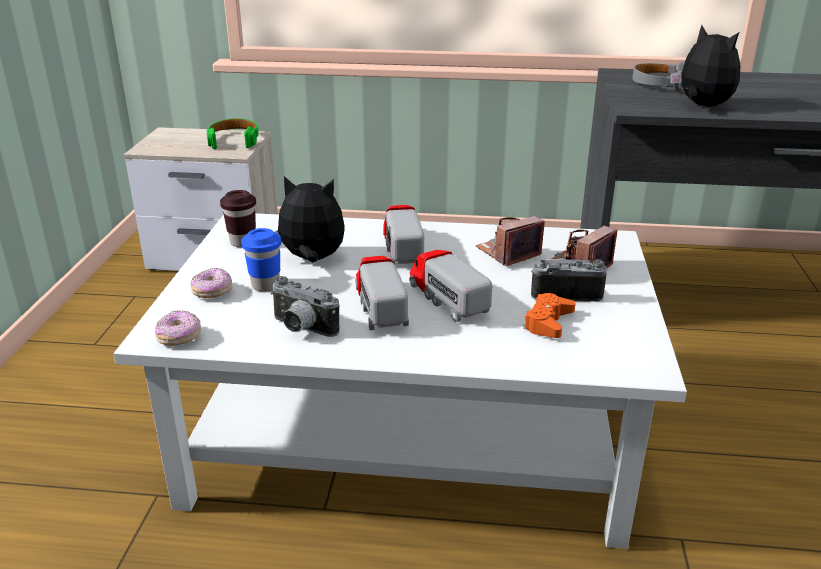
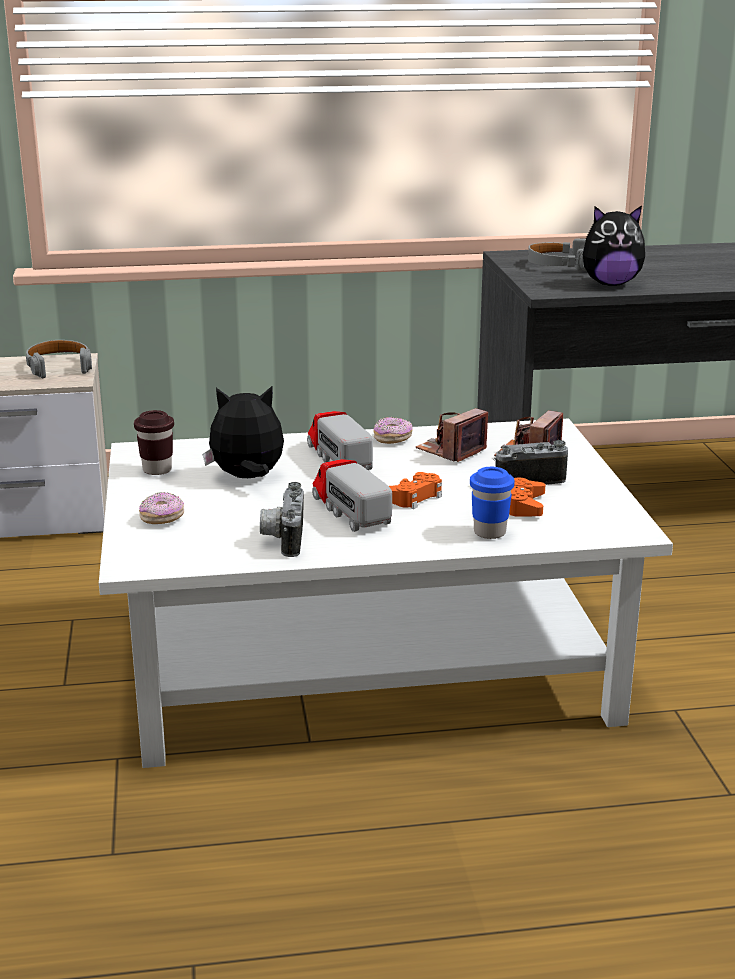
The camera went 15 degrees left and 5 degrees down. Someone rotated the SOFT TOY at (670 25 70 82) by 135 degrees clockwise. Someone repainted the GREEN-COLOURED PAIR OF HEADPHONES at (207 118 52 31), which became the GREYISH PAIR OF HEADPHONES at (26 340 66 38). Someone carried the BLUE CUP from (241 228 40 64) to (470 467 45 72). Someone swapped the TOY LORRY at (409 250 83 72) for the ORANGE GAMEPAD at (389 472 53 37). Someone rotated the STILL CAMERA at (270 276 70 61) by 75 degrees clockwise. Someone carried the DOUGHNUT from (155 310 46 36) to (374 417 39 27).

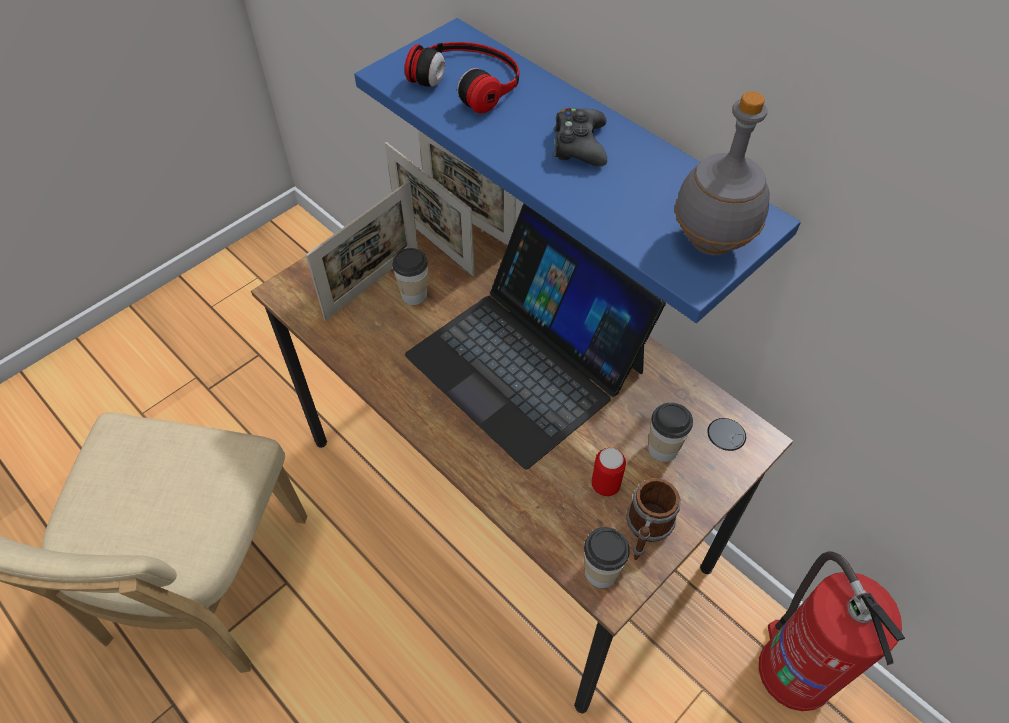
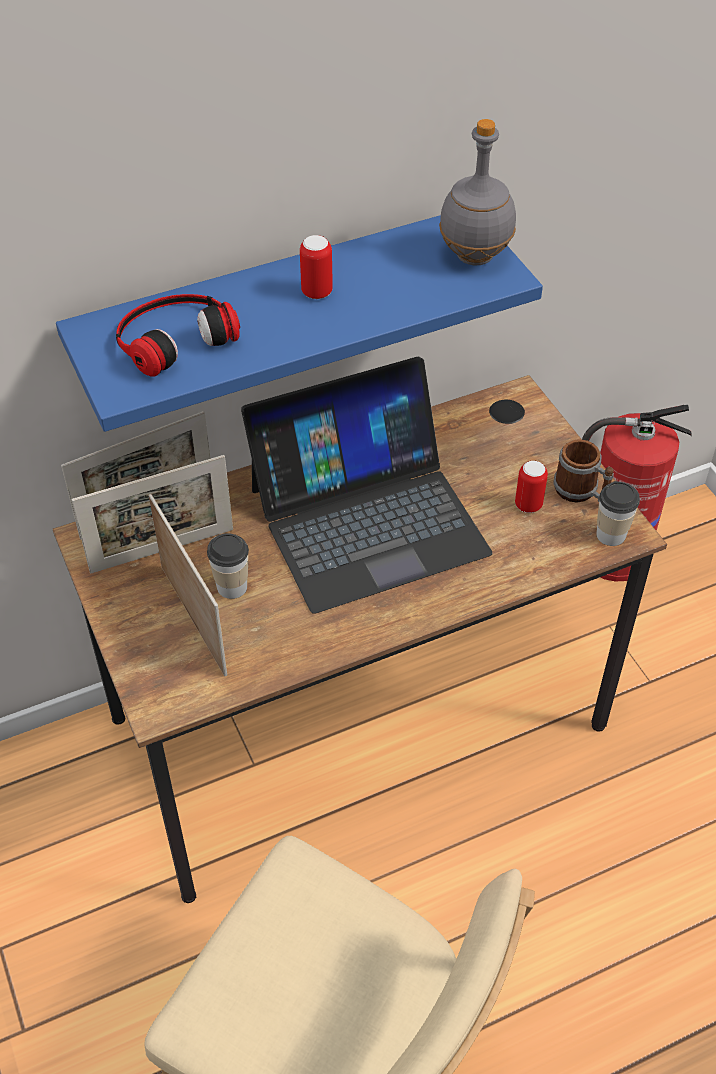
The camera went 70 degrees left and 5 degrees down. Someone swapped the BLACK-COLOURED GAMEPAD at (553 108 54 58) for the METAL CAN at (300 235 33 64). Someone took away the CUP at (648 403 45 59).

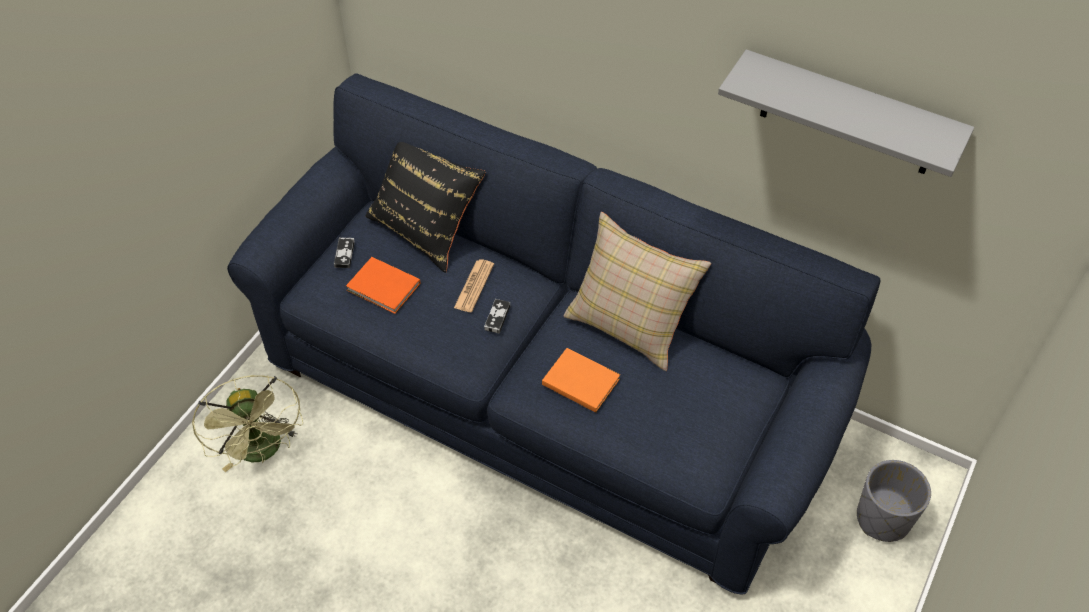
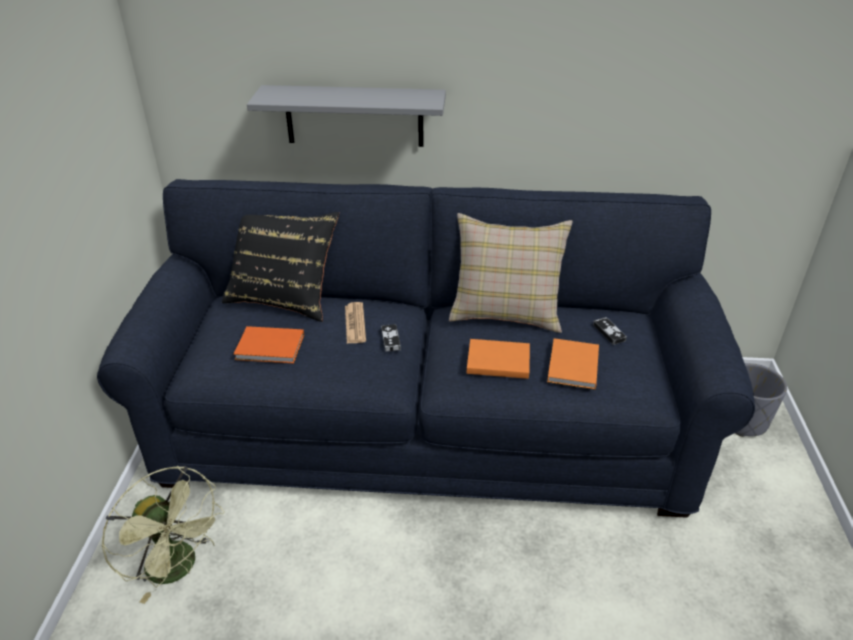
The camera went 25 degrees left and 15 degrees down. Someone carried the GREYISH SHELF from (718 49 256 128) to (247 85 199 62). Someone carried the GAMEPAD from (334 237 21 31) to (593 317 34 28). Someone put down the ORANGE BOUND BOOK at (547 338 52 52).

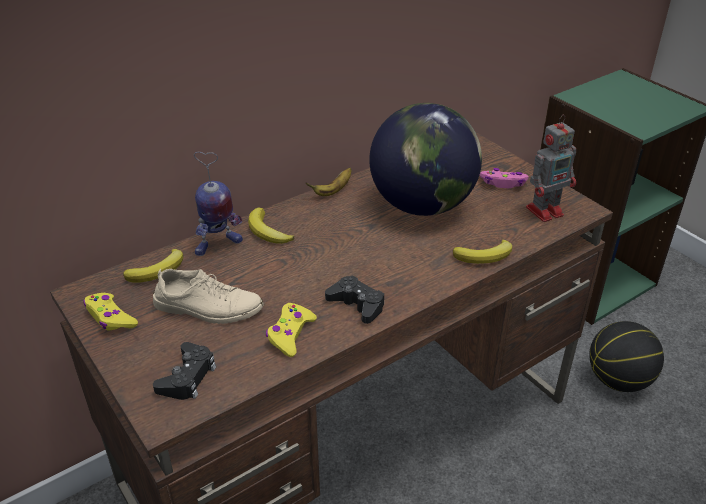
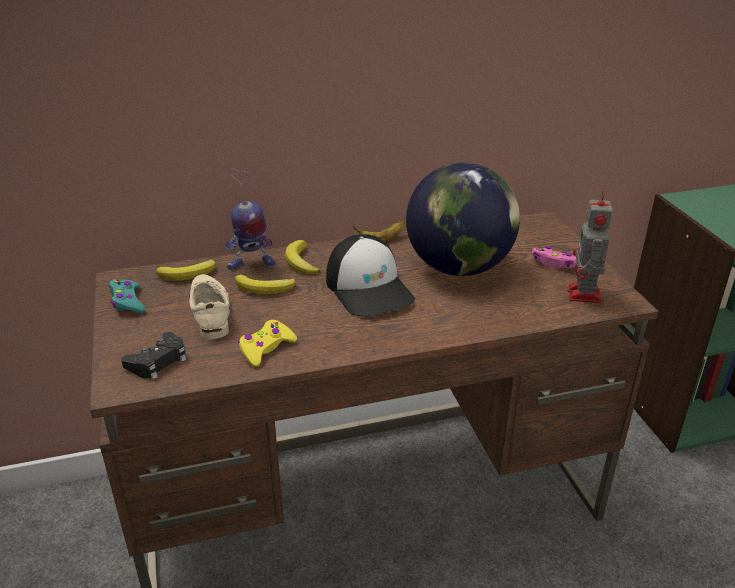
The camera went 20 degrees right and 5 degrees down. Someone rotated the MODEL ROBOT at (526 115 50 107) by 105 degrees clockwise. Someone carried the BANANA from (453 240 59 24) to (235 274 60 20). Someone rotated the BEIGE ITEM OF FOOTWEAR at (153 268 110 56) by 135 degrees counterclockwise. Someone took away the BLACK-COLOURED GAMEPAD at (325 275 59 49). Someone repainted the YELLOW-COLOURED GAMEPAD at (83 293 55 37), which became the TURQUOISE GAMEPAD at (109 279 37 35). Someone took away the BASKETBALL BALL at (589 321 75 71). Someone put down the PEAKED CAP at (326 234 89 82).

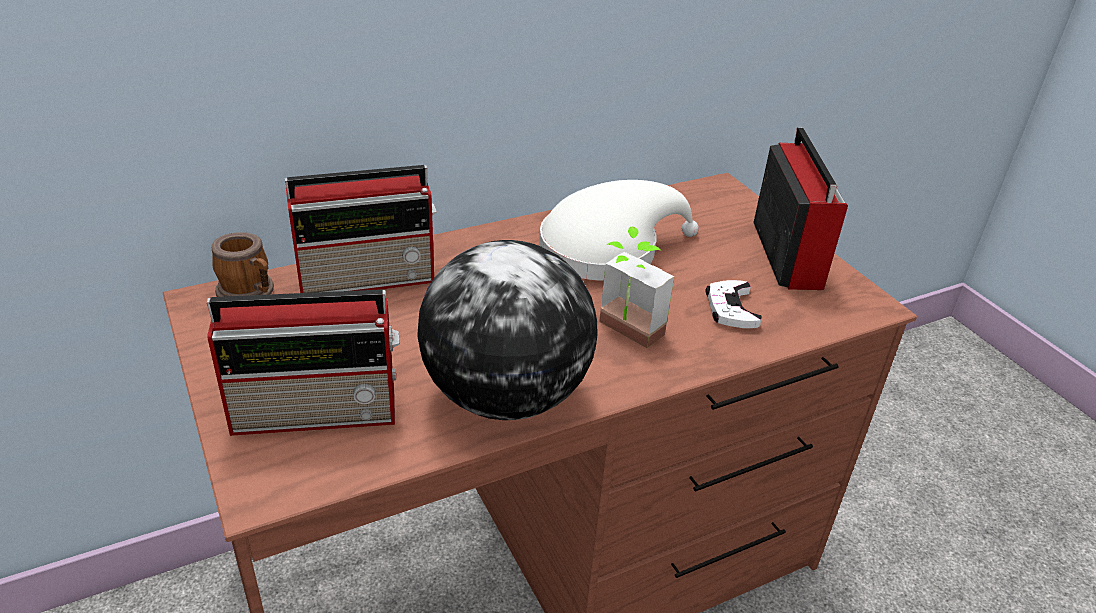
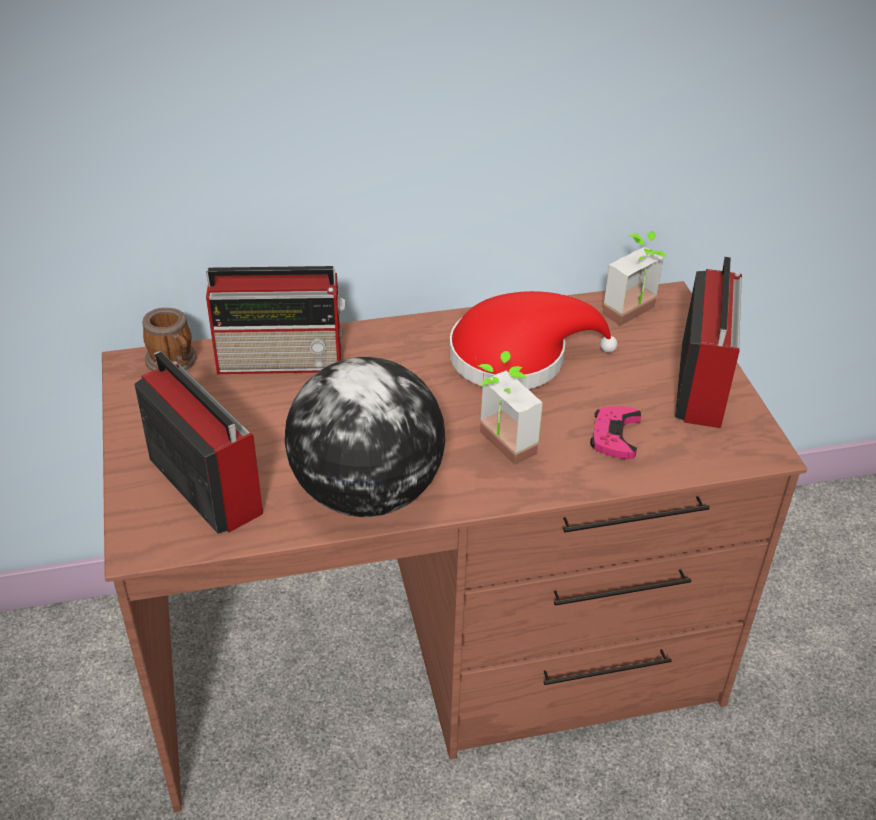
The camera went 15 degrees right and 5 degrees up. Someone repainted the WHITE CLOTHING HAT at (539 180 160 101), which became the REDDISH CLOTHING HAT at (449 291 169 98). Someone repainted the WHITE GAMEPAD at (706 280 56 48), which became the PINK GAMEPAD at (590 406 51 53). Someone rotated the RADIO at (207 289 192 147) by 135 degrees counterclockwise. Someone put down the HOUSEPLANT at (602 231 64 95).

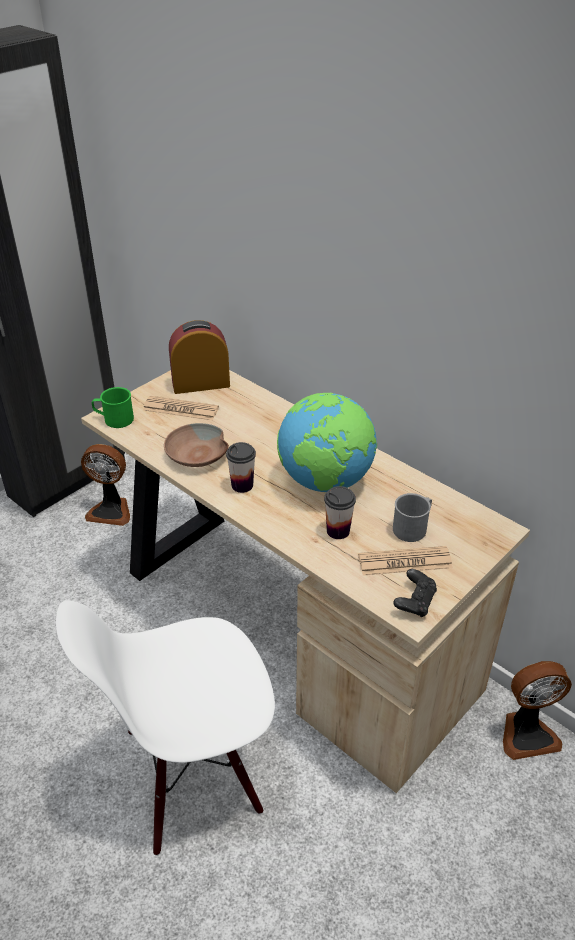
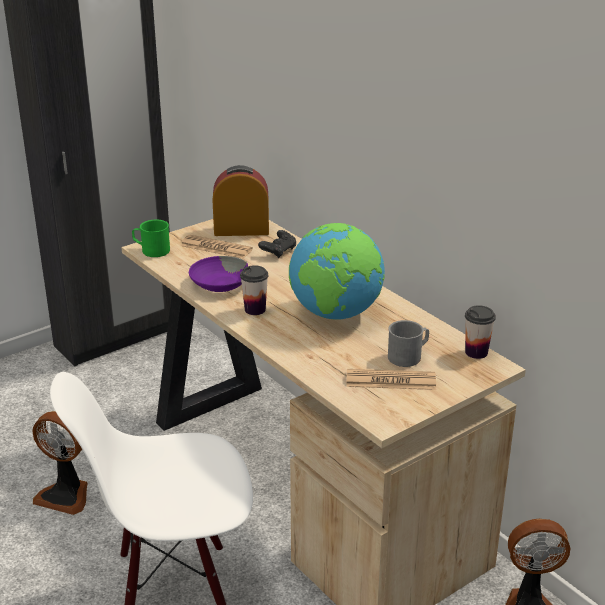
The camera went 10 degrees right and 10 degrees down. Someone repainted the BROWN BOWL at (164 423 65 44), which became the PURPLISH BOWL at (189 256 59 36). Someone carried the ELECTRIC FAN from (81 444 49 82) to (33 411 54 104). Someone carried the CUP from (324 486 32 53) to (465 305 31 54). Someone carried the BLACK-COLOURED GAMEPAD from (393 569 44 48) to (258 230 38 28).

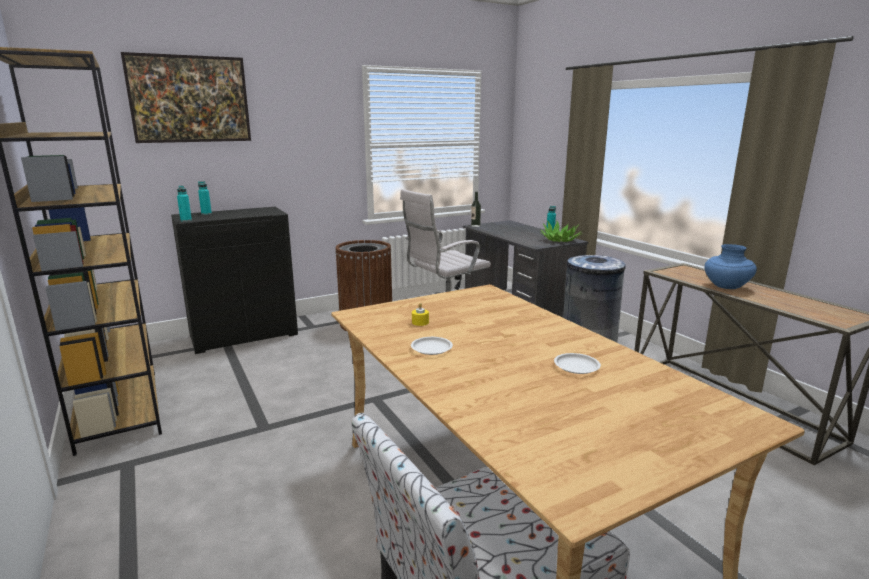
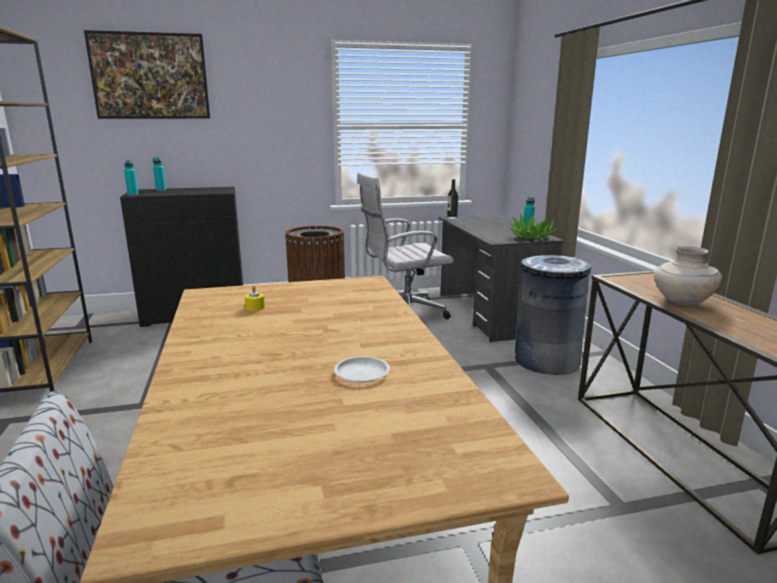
The camera went 15 degrees right and 0 degrees up. Someone repainted the BLUE DECORATIVE VASE at (704 244 53 45), which became the BEIGE DECORATIVE VASE at (654 246 69 59). Someone took away the WHITE FLAT DISH at (411 337 42 18).

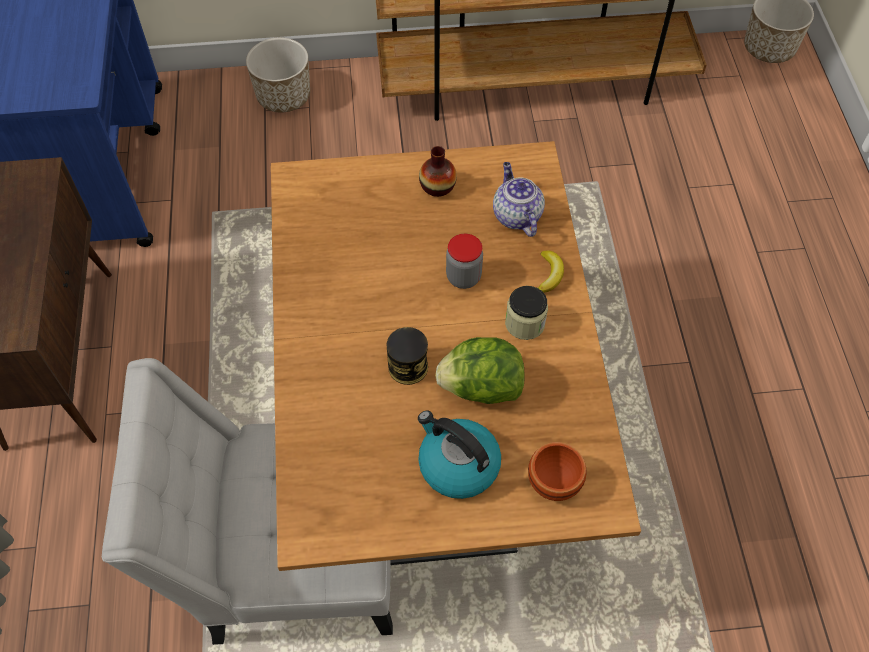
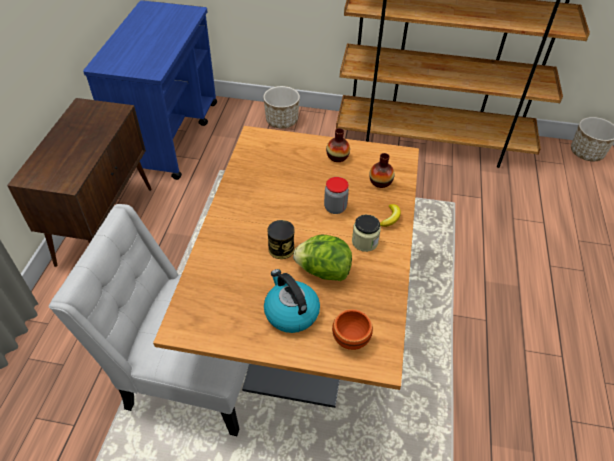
The camera went 15 degrees right and 10 degrees down. Someone swapped the POT FOR TEA at (493 162 52 75) for the DECORATIVE VASE at (369 153 26 35).

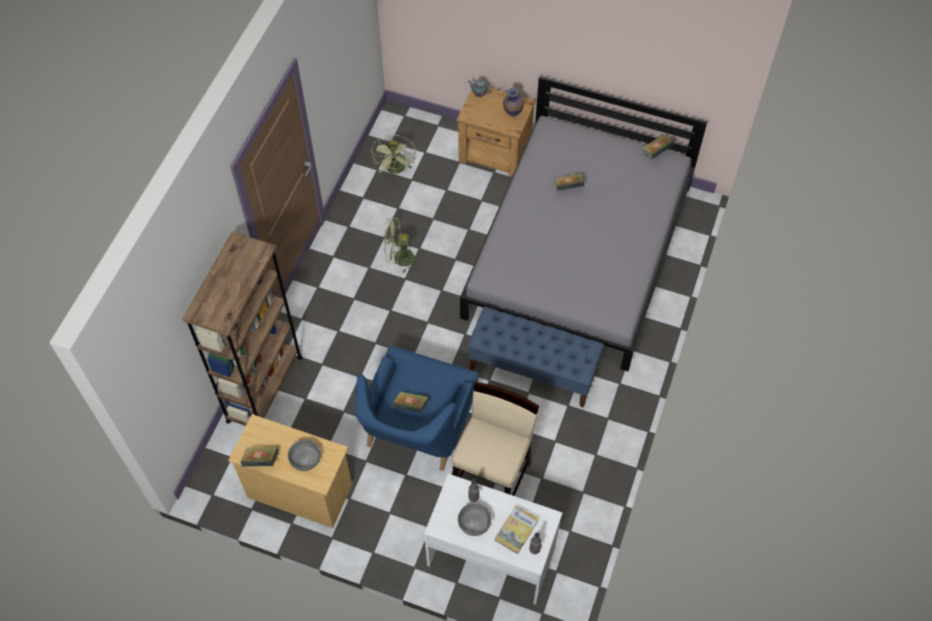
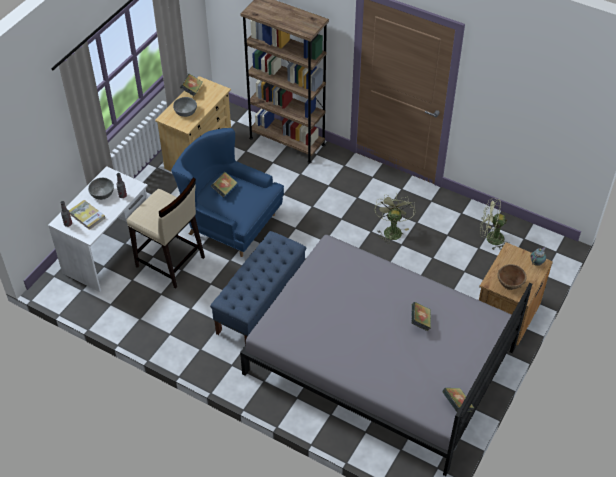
The camera went 100 degrees right and 10 degrees down. Someone swapped the DECORATIVE VASE at (503 88 21 29) for the BROWN BOWL at (497 264 30 26).

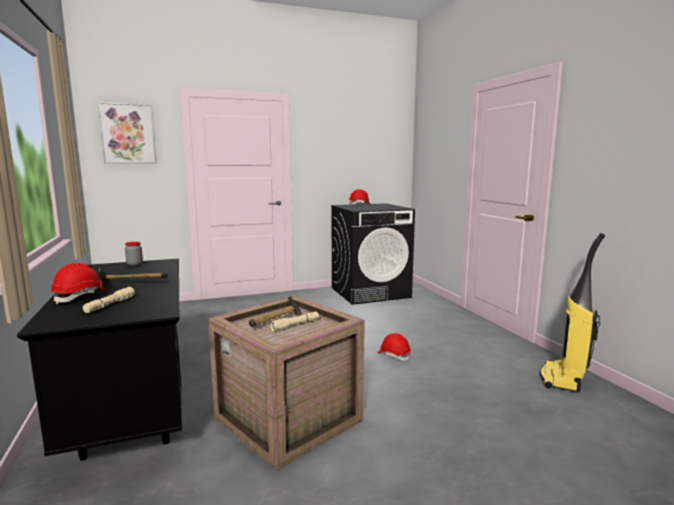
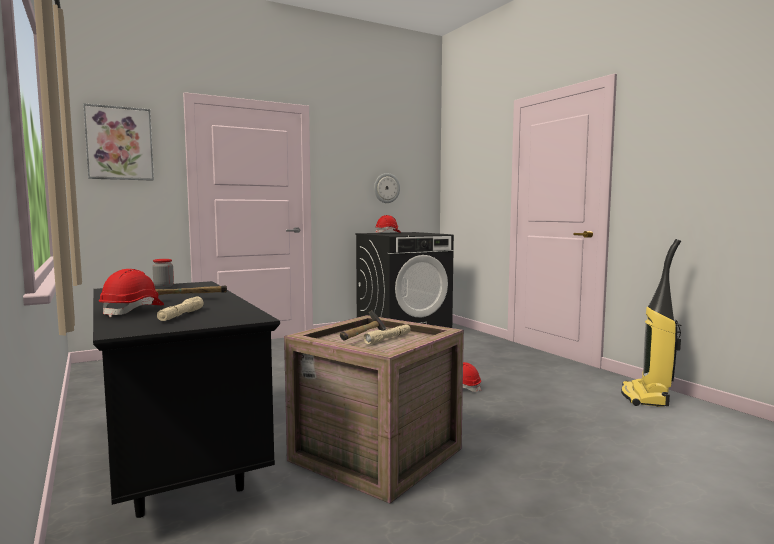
The camera went 10 degrees left and 5 degrees down. Someone put up the HANGING CLOCK at (374 173 26 30).

